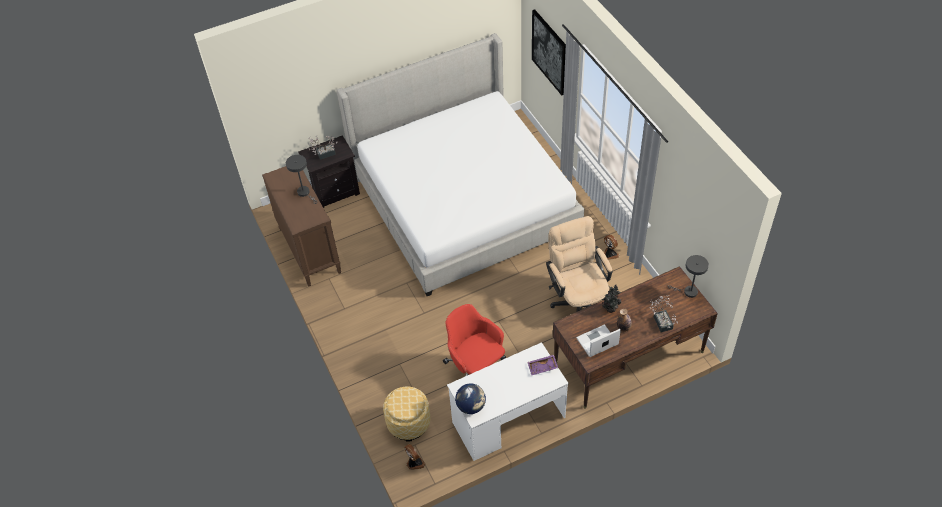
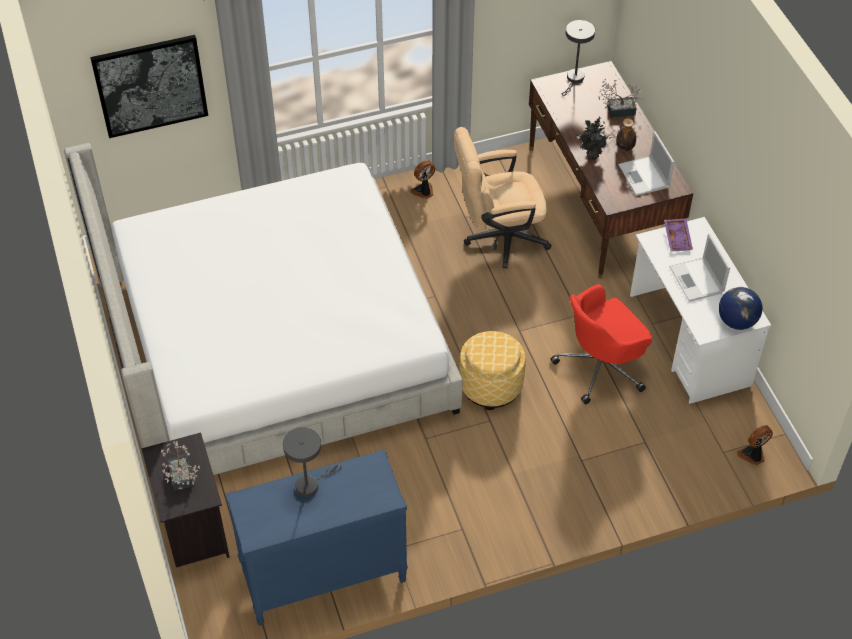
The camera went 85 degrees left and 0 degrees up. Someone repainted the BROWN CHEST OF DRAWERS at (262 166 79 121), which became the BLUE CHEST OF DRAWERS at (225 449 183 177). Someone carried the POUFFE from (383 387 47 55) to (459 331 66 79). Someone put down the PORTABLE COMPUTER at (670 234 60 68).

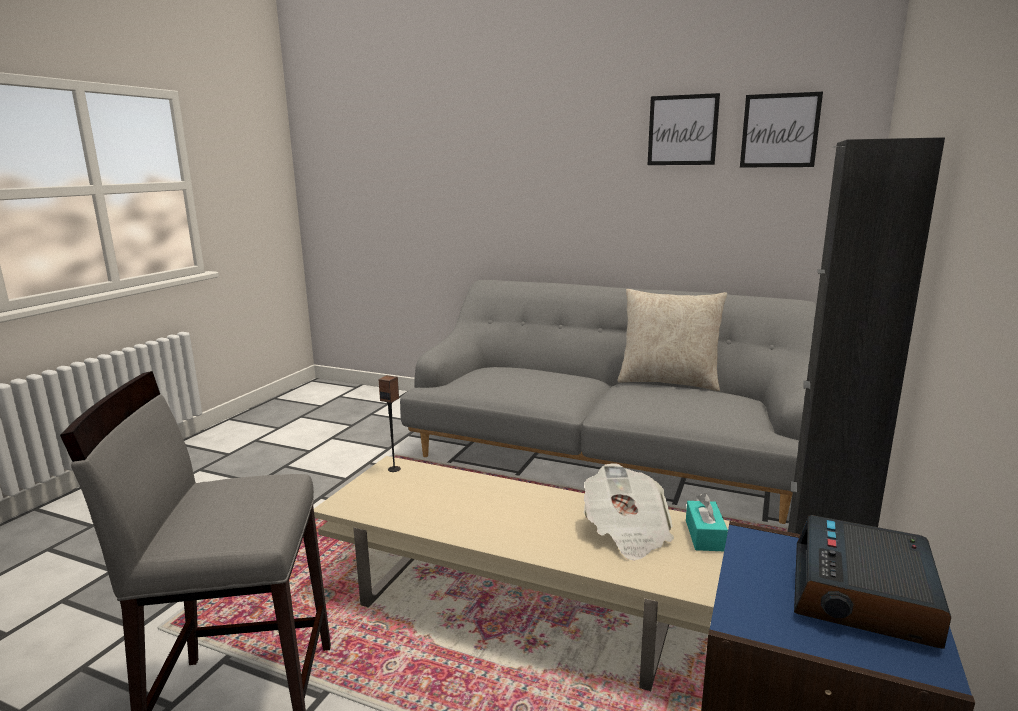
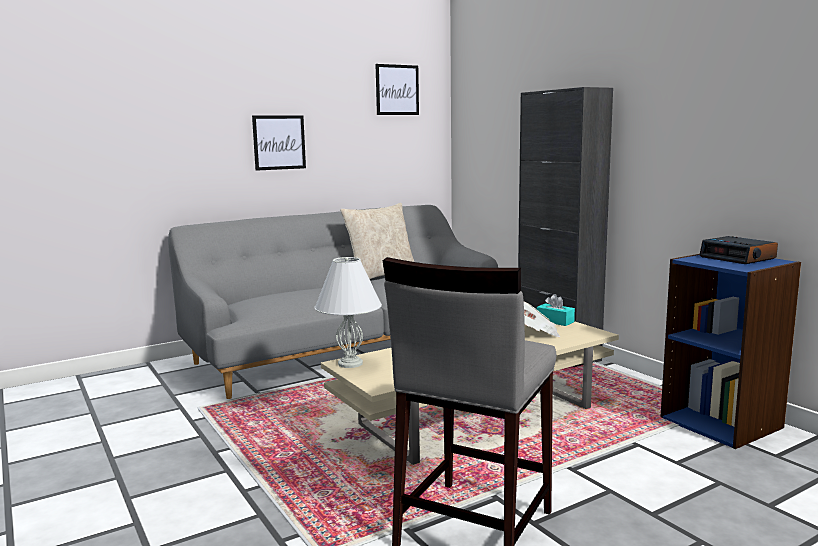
The camera went 55 degrees left and 5 degrees down. Someone carried the PICTURE from (648 93 72 72) to (252 115 54 56). Someone swapped the SPEAKER at (378 375 23 97) for the WHITE TABLETOP LAMP at (315 257 67 111).

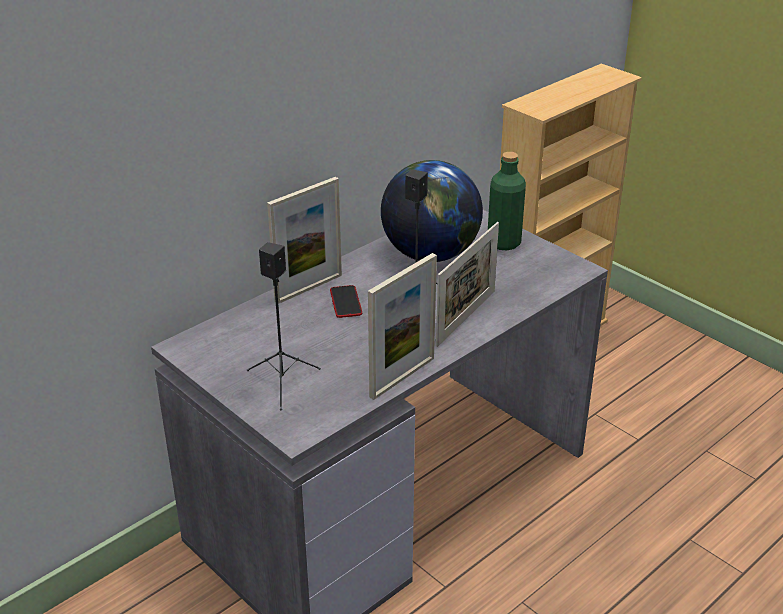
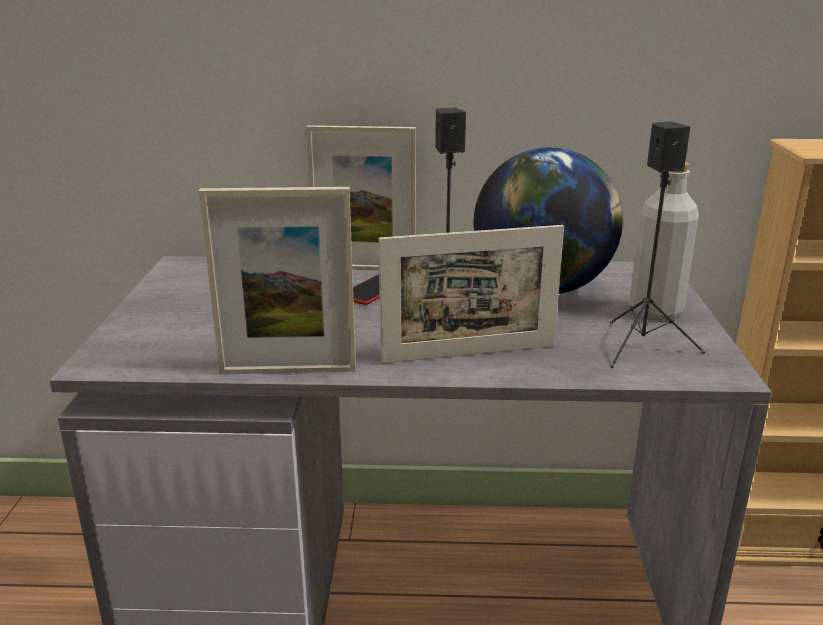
The camera went 45 degrees right and 10 degrees down. Someone repainted the GREEN-COLOURED BOTTLE at (488 152 38 98), which became the GREYISH BOTTLE at (629 162 70 159). Someone carried the BLACK-COLOURED SPEAKER from (247 242 74 168) to (610 121 95 247).

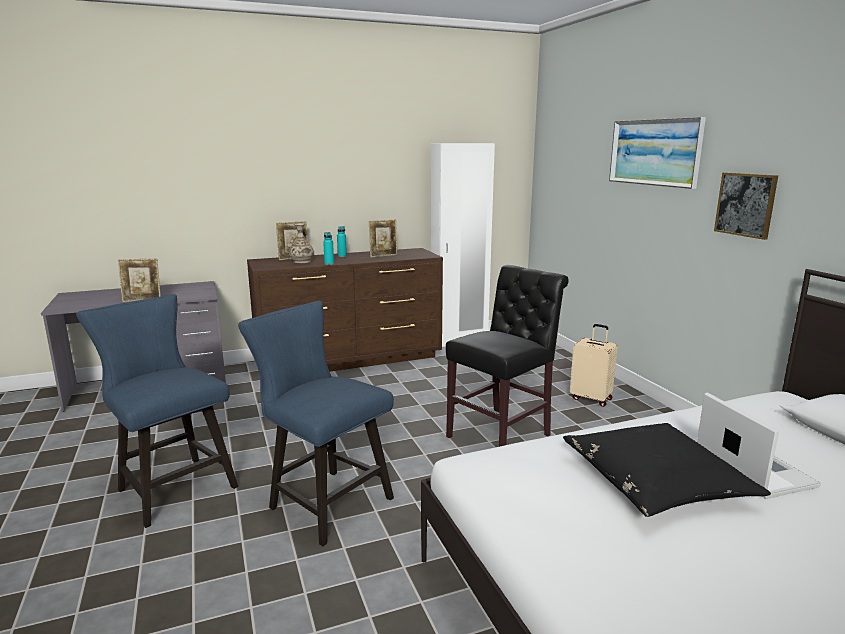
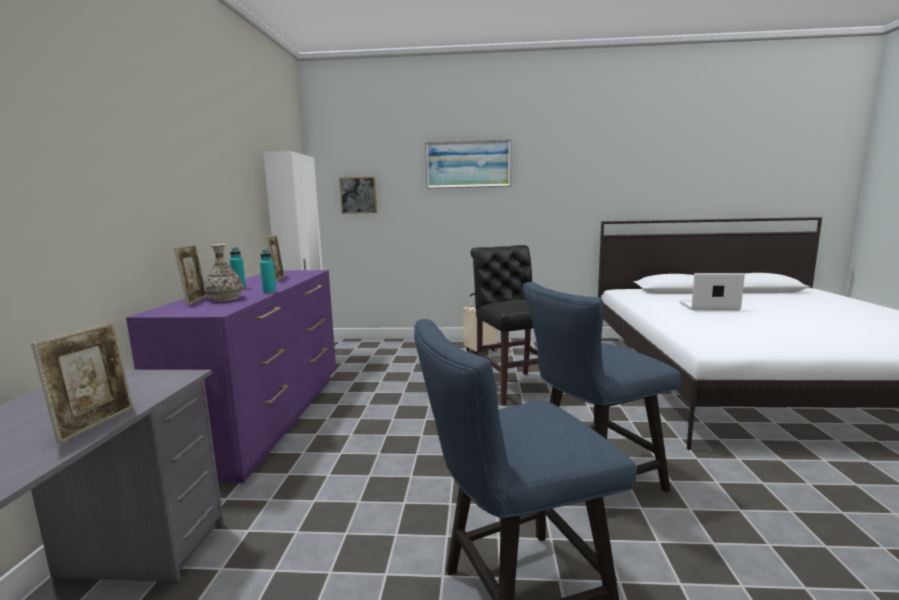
The camera went 65 degrees left and 5 degrees down. Someone carried the PICTURE from (714 172 64 68) to (339 177 38 37). Someone repainted the BROWN CHEST OF DRAWERS at (247 248 196 124), which became the PURPLISH CHEST OF DRAWERS at (126 270 210 213). Someone took away the BLACK-COLOURED CUSHION at (563 423 208 94).

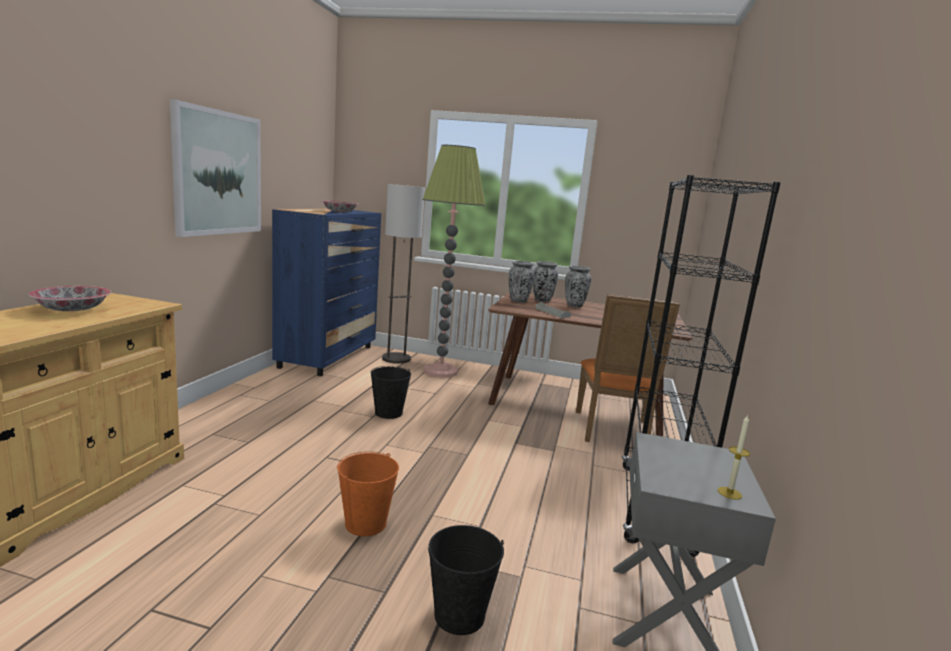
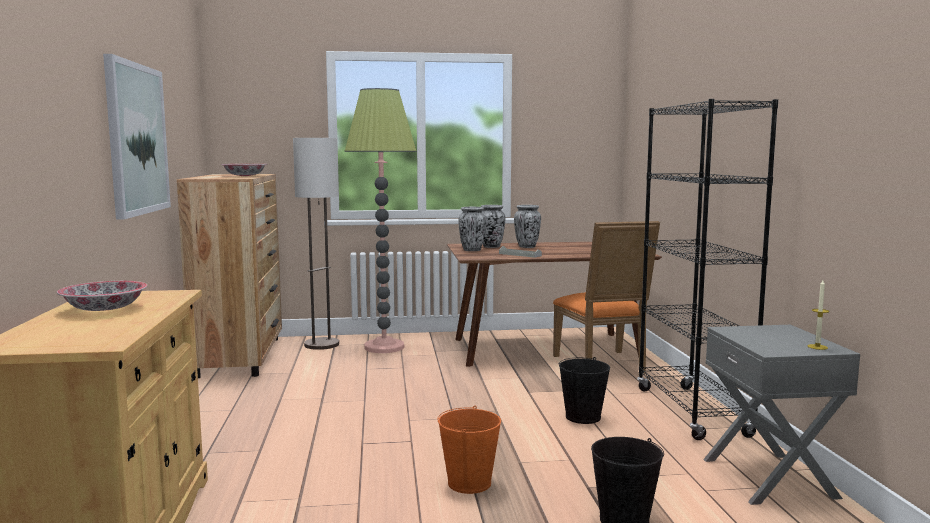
The camera went 20 degrees left and 5 degrees down. Someone repainted the BLUE CHEST OF DRAWERS at (272 208 109 168), which became the BROWN CHEST OF DRAWERS at (177 174 105 204). Someone carried the BLACK-COLOURED PAIL from (371 366 40 53) to (559 357 51 67).

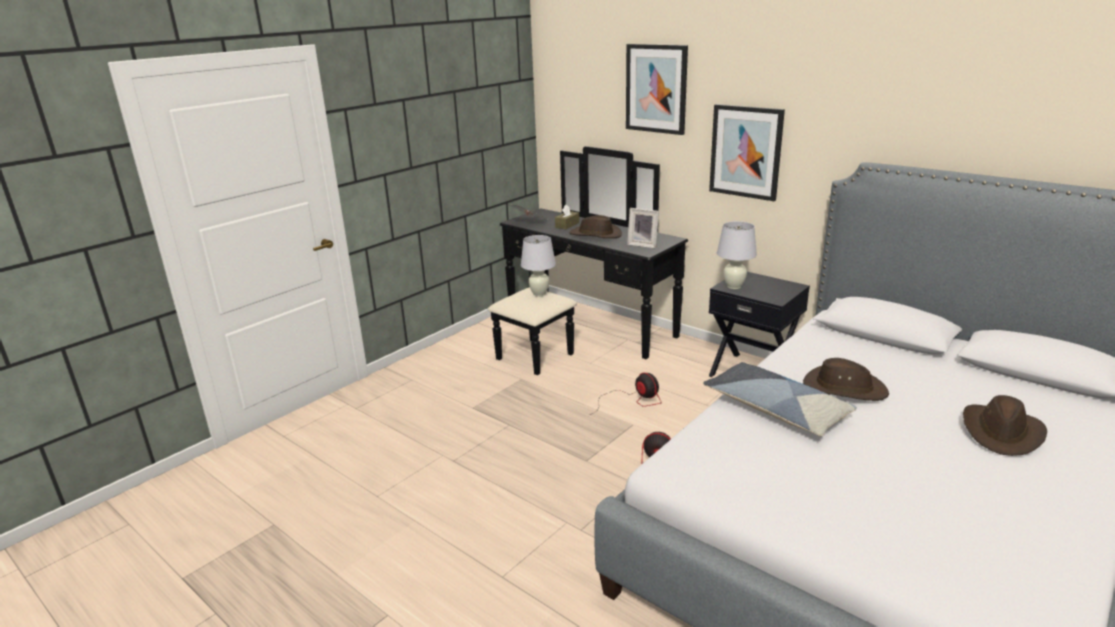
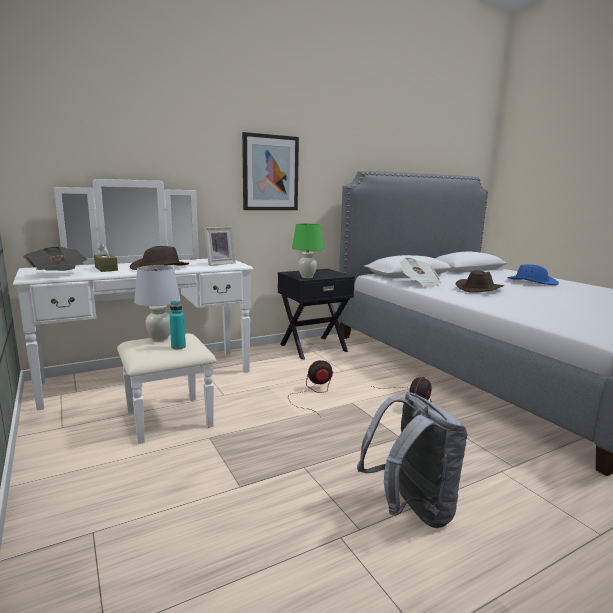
The camera went 70 degrees left and 10 degrees down. Someone took away the PICTURE at (626 44 62 91). Someone repainted the BLACK-COLOURED CHEST OF DRAWERS at (488 146 200 229), which became the WHITE CHEST OF DRAWERS at (13 179 240 265). Someone repainted the WHITE TABLETOP LAMP at (717 221 40 68), which became the GREEN-COLOURED TABLETOP LAMP at (292 224 32 54). Someone took away the CUSHION at (703 362 154 74). Someone repainted the BROWN CLOTHING HAT at (963 395 84 61), which became the BLUE CLOTHING HAT at (507 264 52 21). Someone put down the NEWSPAPER at (400 257 42 31). Someone put down the TURQUOISE BOTTLE at (170 301 16 48). Someone put down the GREYISH RUCKSACK at (357 392 111 136).

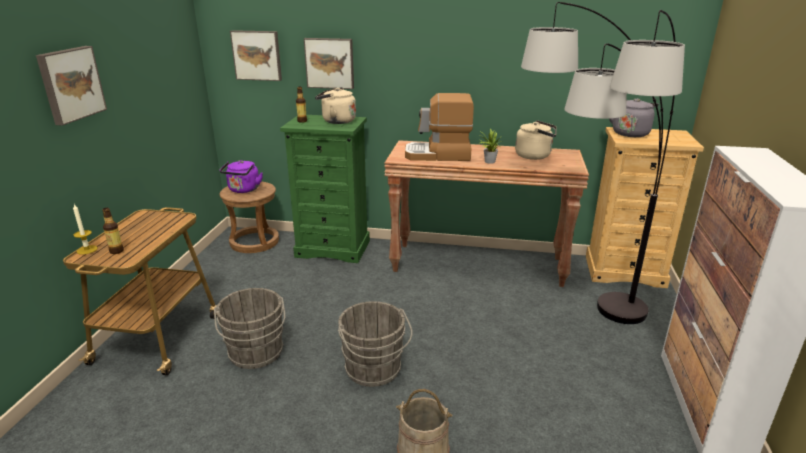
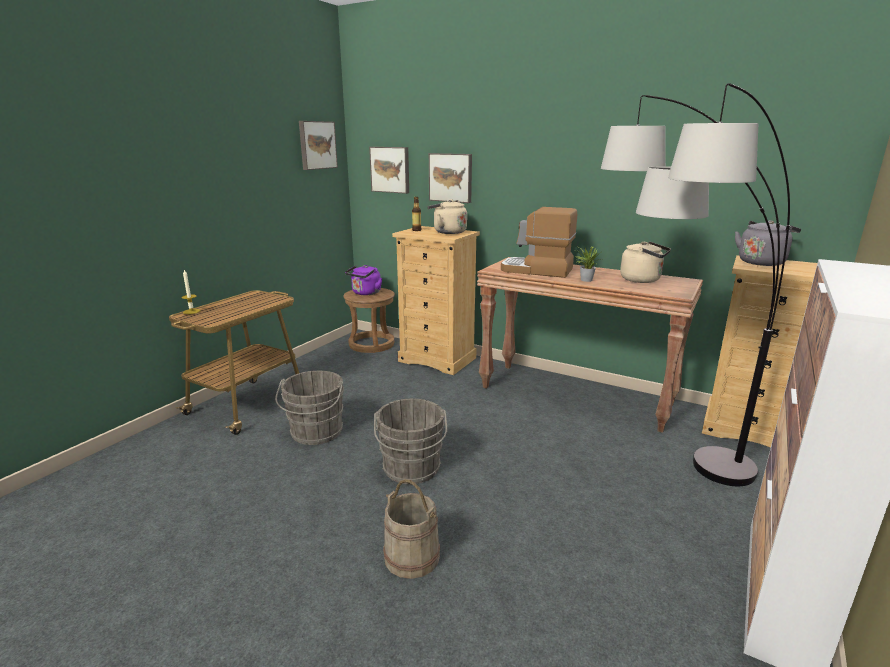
The camera went 20 degrees right and 5 degrees down. Someone carried the PICTURE from (36 46 71 80) to (299 121 39 49). Someone repainted the GREEN-COLOURED CHEST OF DRAWERS at (280 115 90 148), which became the BEIGE CHEST OF DRAWERS at (392 226 88 149). Someone took away the BOTTLE at (102 208 22 46).

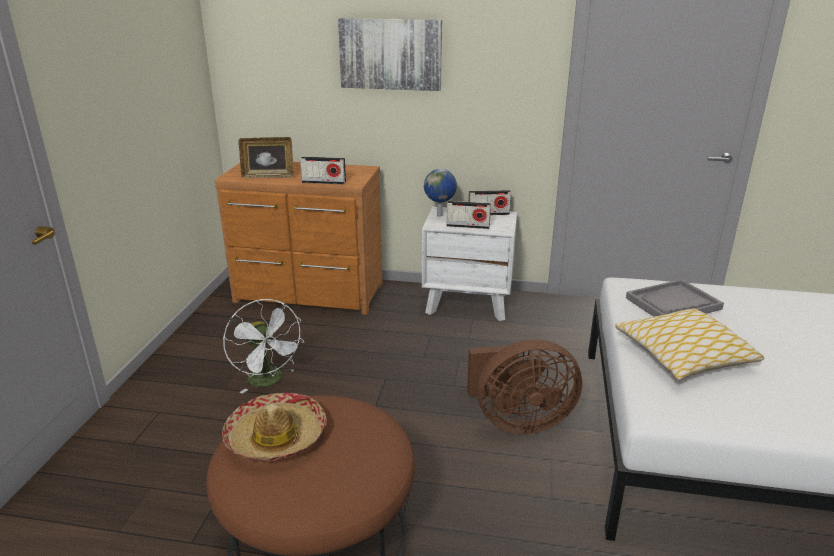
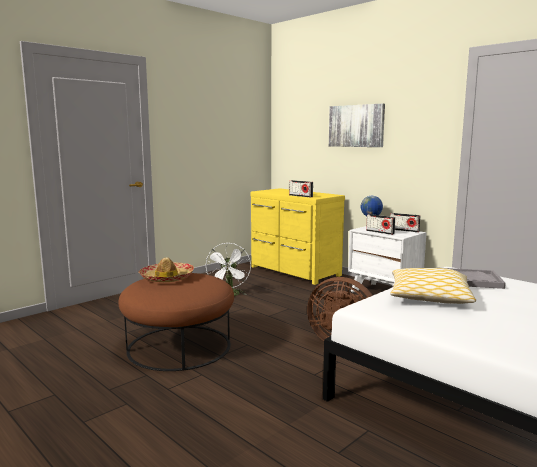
The camera went 35 degrees right and 15 degrees down. Someone took away the STANDING FRAME at (238 137 56 41). Someone repainted the BROWN CHEST OF DRAWERS at (215 162 167 153), which became the YELLOW-COLOURED CHEST OF DRAWERS at (250 188 95 97).

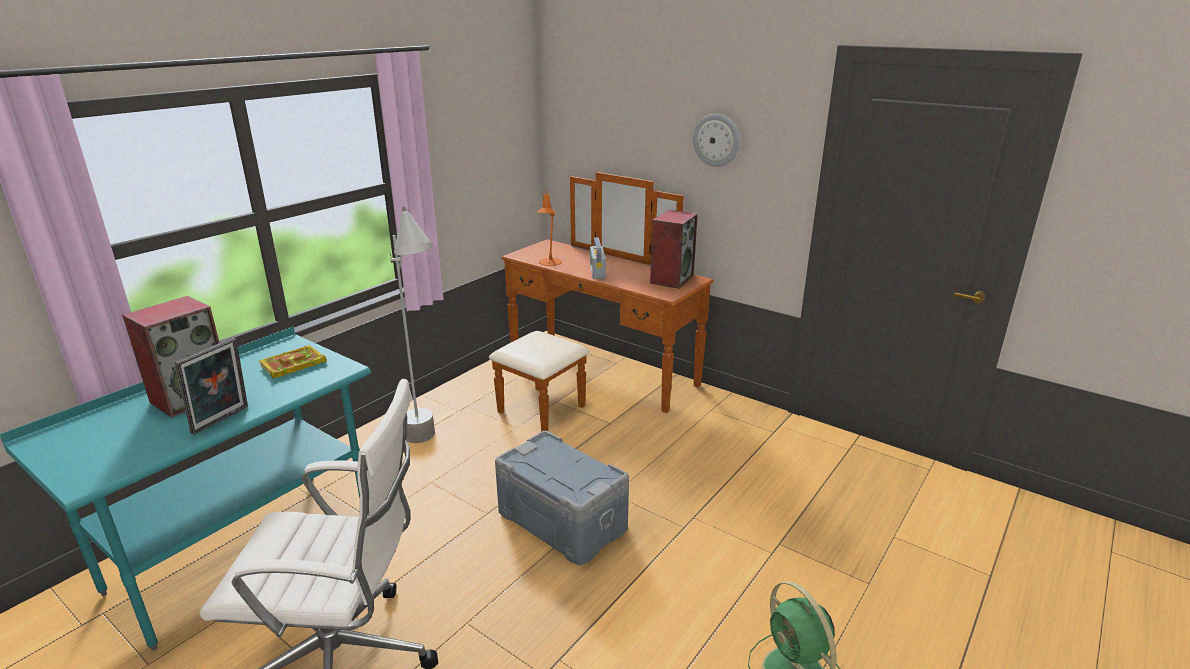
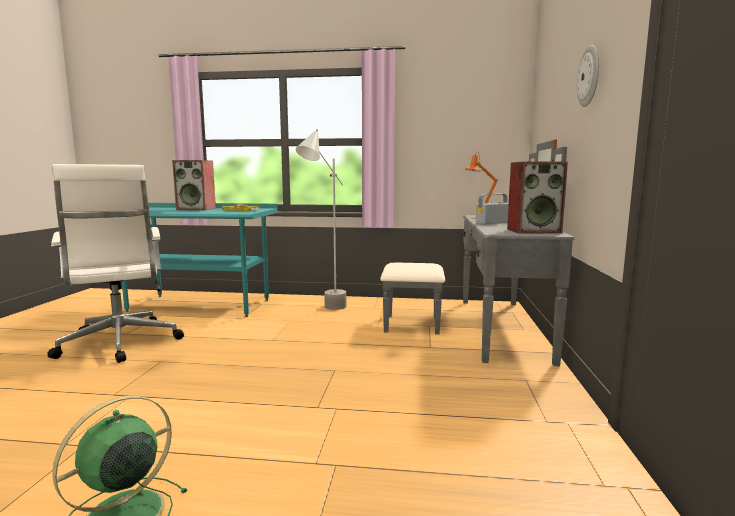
The camera went 60 degrees right and 15 degrees down. Someone repainted the BROWN CHEST OF DRAWERS at (489 172 225 260), which became the GREYISH CHEST OF DRAWERS at (380 140 194 226). Someone took away the STANDING FRAME at (175 337 73 98). Someone took away the GREYISH STORAGE CONTAINER at (495 431 134 134).

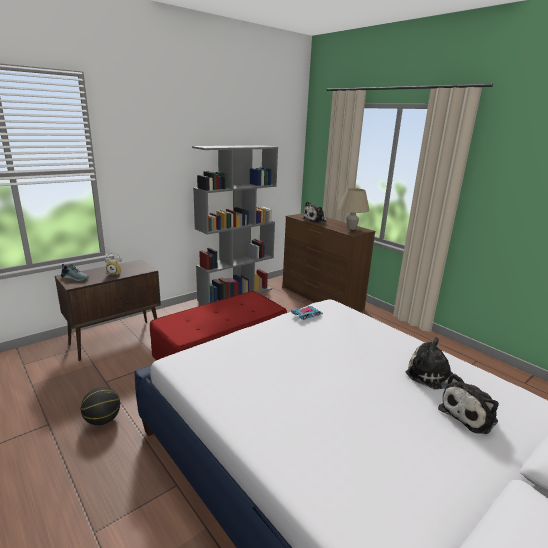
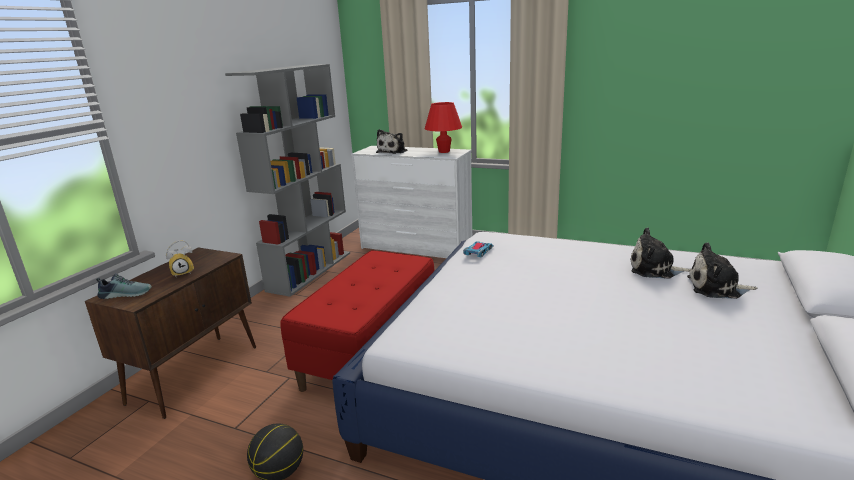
The camera went 25 degrees left and 0 degrees up. Someone repainted the BEIGE TABLETOP LAMP at (338 188 32 42), which became the REDDISH TABLETOP LAMP at (425 102 37 51). Someone repainted the BROWN CHEST OF DRAWERS at (282 213 93 99), which became the WHITE CHEST OF DRAWERS at (351 146 121 112). Someone rotated the SOFT TOY at (438 374 61 60) by 75 degrees clockwise.

